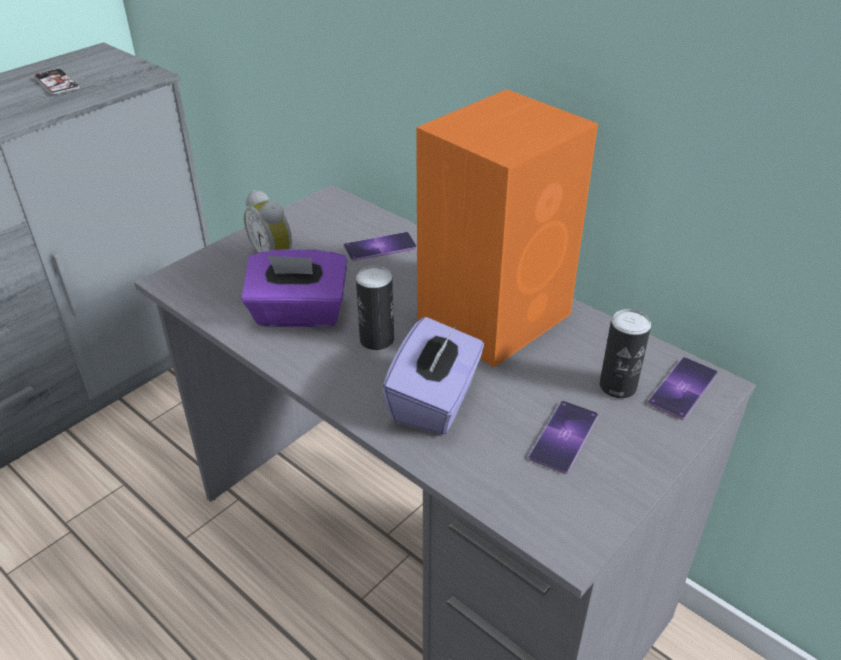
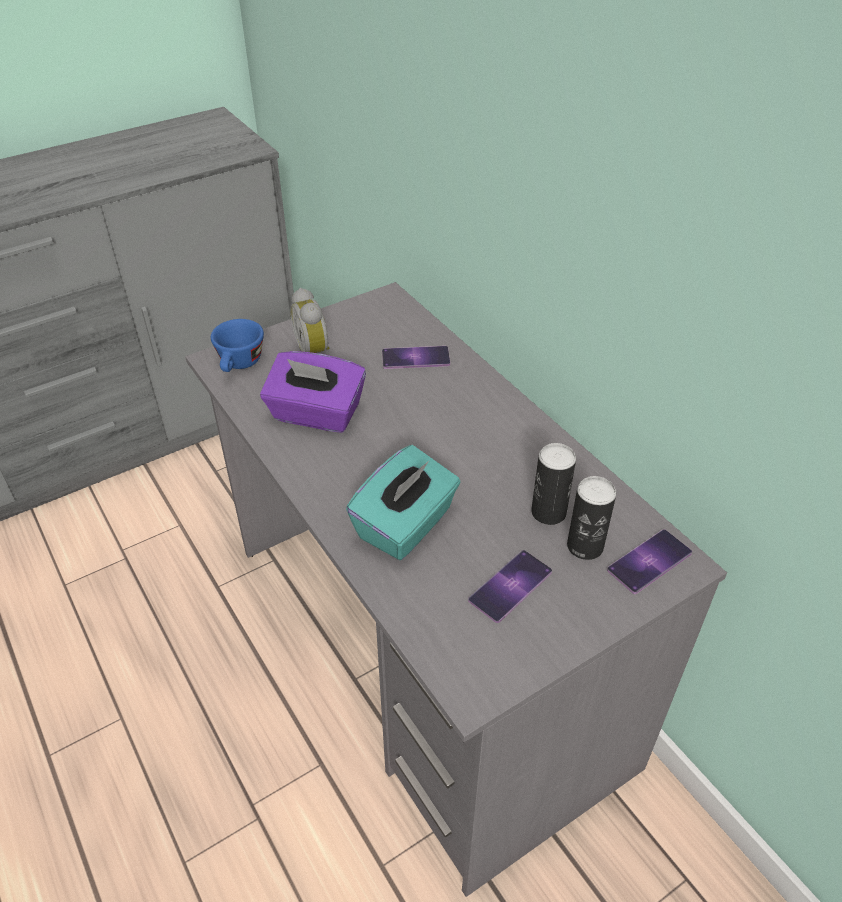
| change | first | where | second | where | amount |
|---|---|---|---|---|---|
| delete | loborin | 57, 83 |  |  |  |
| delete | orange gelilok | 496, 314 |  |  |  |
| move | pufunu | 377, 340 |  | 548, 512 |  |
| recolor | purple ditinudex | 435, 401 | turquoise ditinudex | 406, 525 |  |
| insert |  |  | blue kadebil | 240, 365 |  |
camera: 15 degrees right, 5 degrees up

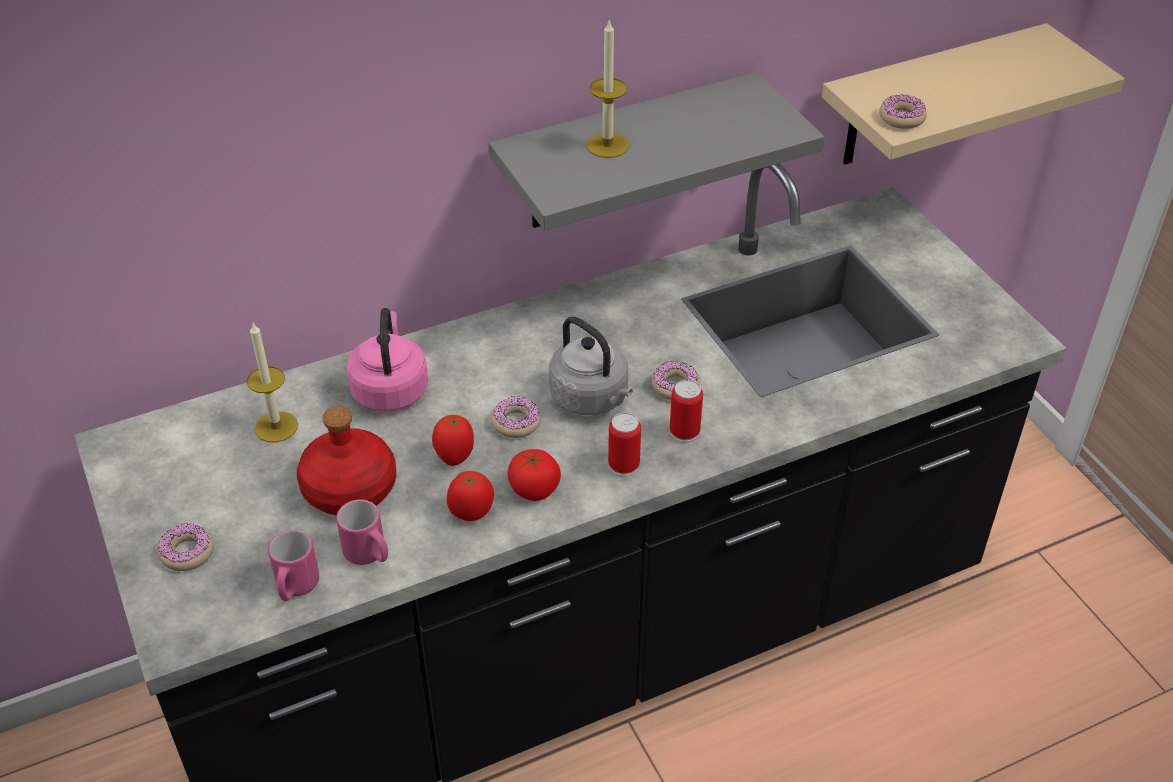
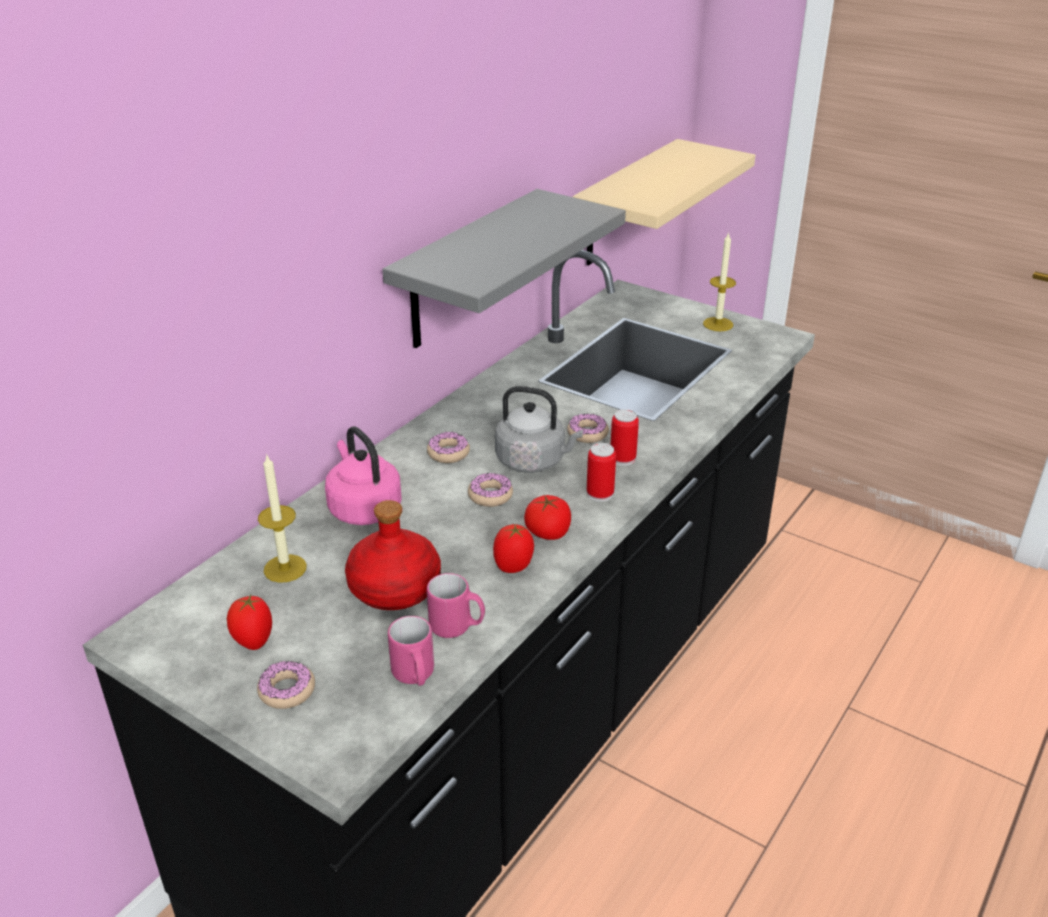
| change | first | where | second | where | amount |
|---|---|---|---|---|---|
| move | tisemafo | 607, 145 |  | 718, 324 |  |
| move | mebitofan | 901, 118 |  | 448, 453 |  |
| move | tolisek | 455, 456 |  | 253, 641 |  |
camera: 30 degrees left, 10 degrees down

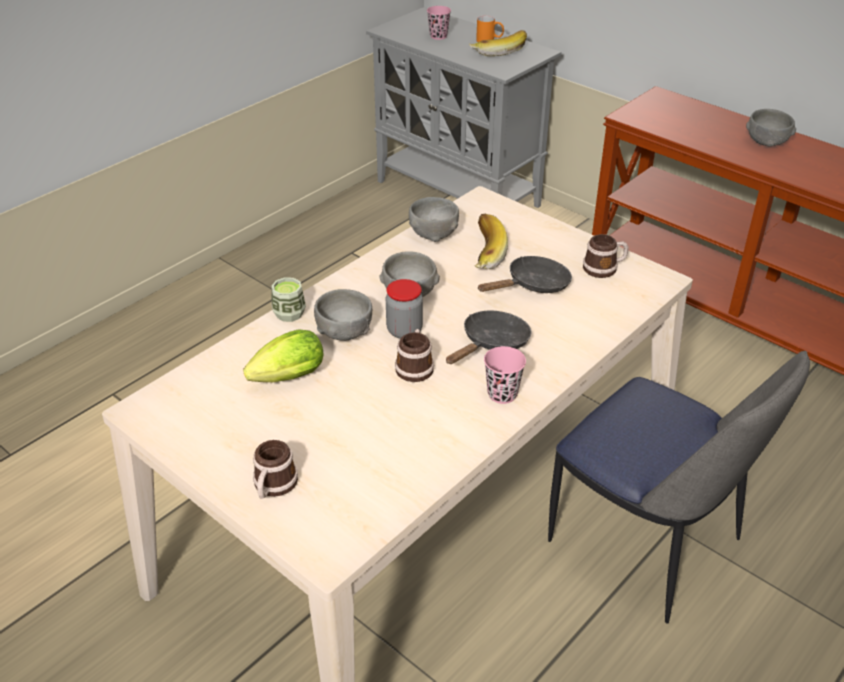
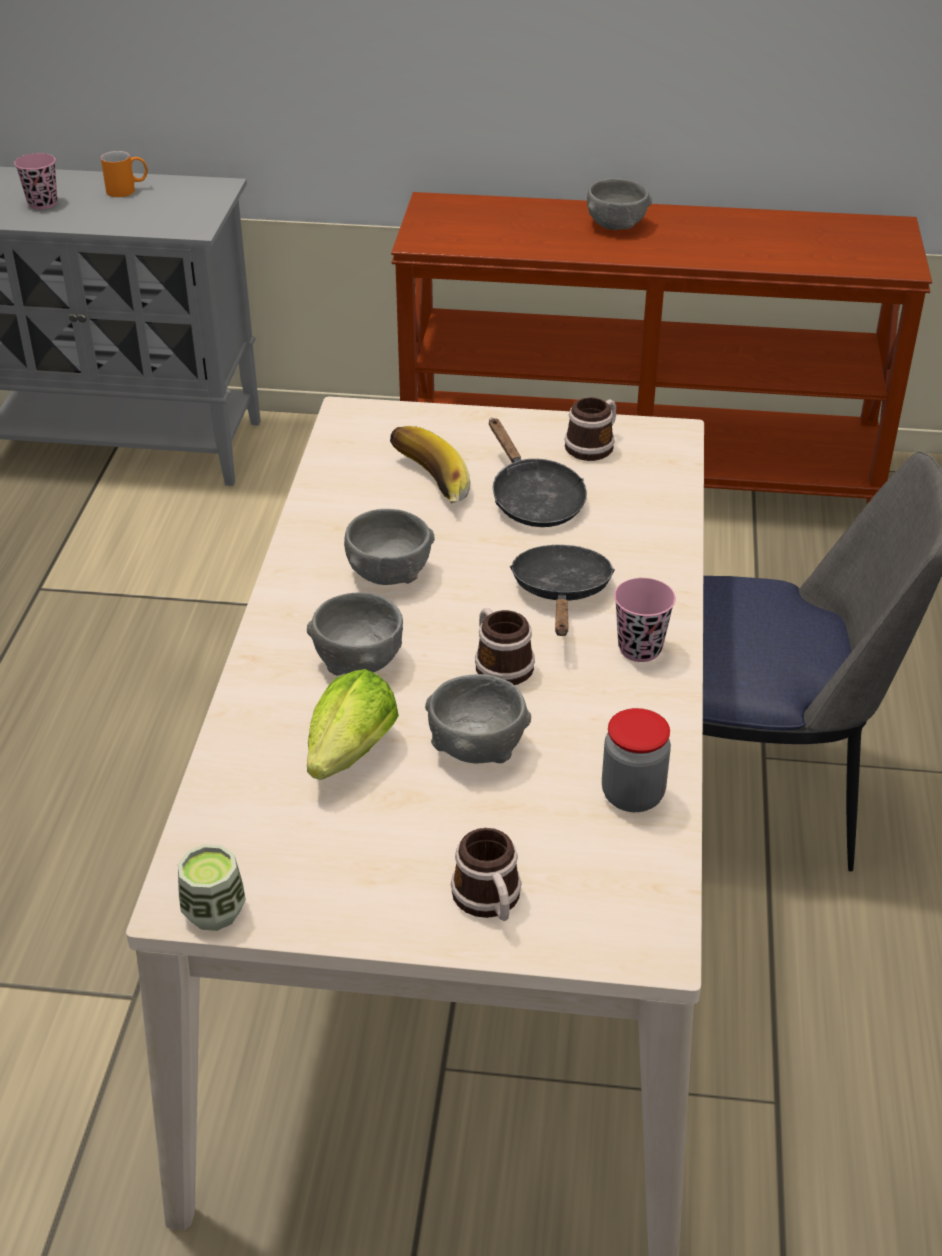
| change | first | where | second | where | amount |
|---|---|---|---|---|---|
| delete | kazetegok | 498, 50 |  |  |  |
| move | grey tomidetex | 433, 234 |  | 477, 747 |  |
| rotate | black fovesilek | 533, 285 |  | 533, 500 | 135 degrees clockwise |
| move | kadebil | 289, 313 |  | 214, 911 |  |
| move | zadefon | 404, 330 |  | 632, 795 |  |
camera: 35 degrees left, 0 degrees up

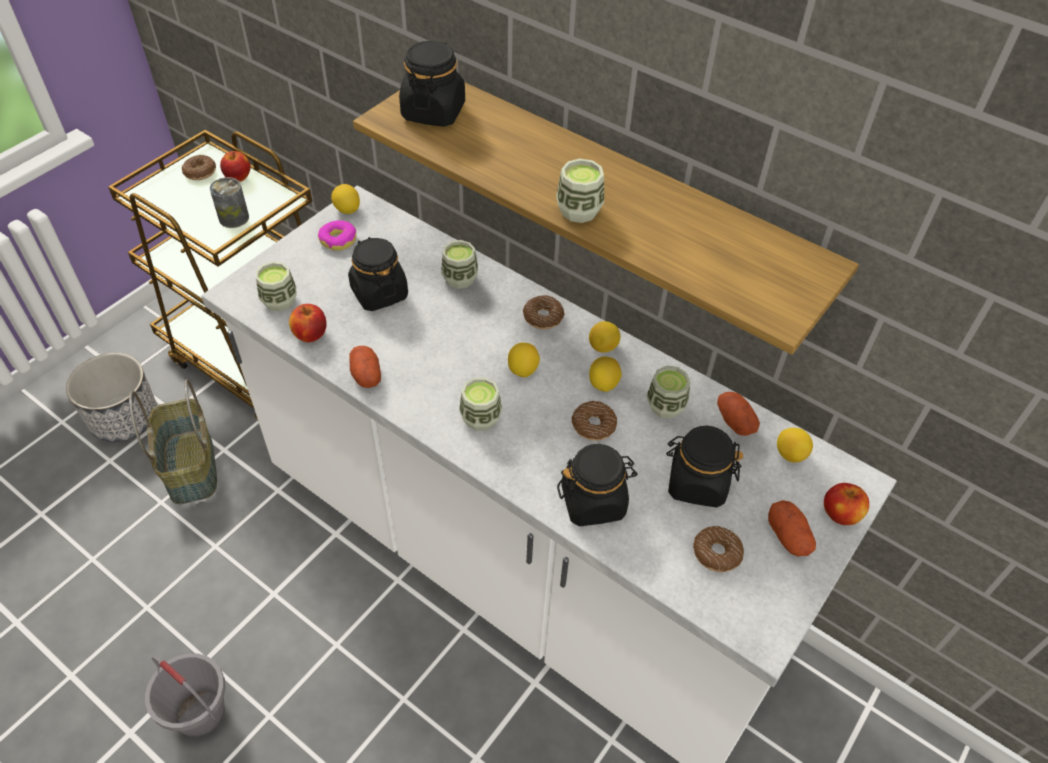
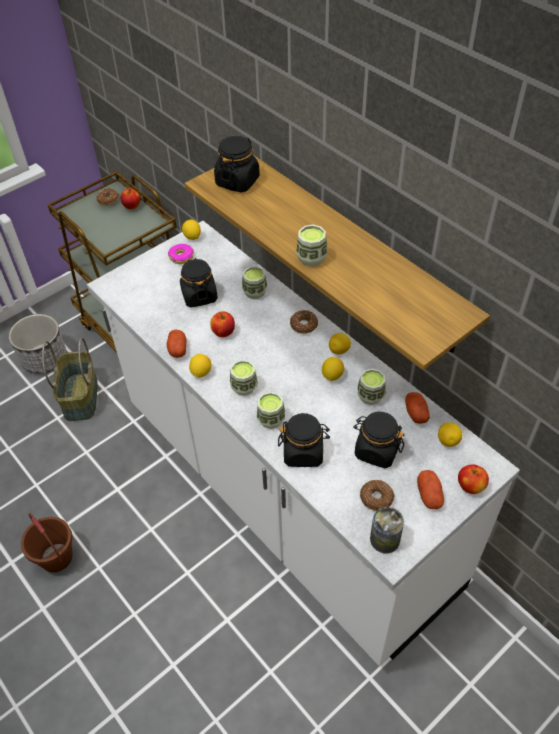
| change | first | where | second | where | amount |
|---|---|---|---|---|---|
| move | pufunu | 234, 218 |  | 385, 539 |  |
| move | kadebil | 279, 301 |  | 271, 419 |  |
| move | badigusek | 310, 335 |  | 223, 332 |  |
| move | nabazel | 523, 370 |  | 201, 372 |  |
| delete | mebitofan | 593, 425 |  |  |  |
| recolor | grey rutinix | 201, 712 | brown rutinix | 57, 557 |  |
camera: 15 degrees right, 0 degrees up

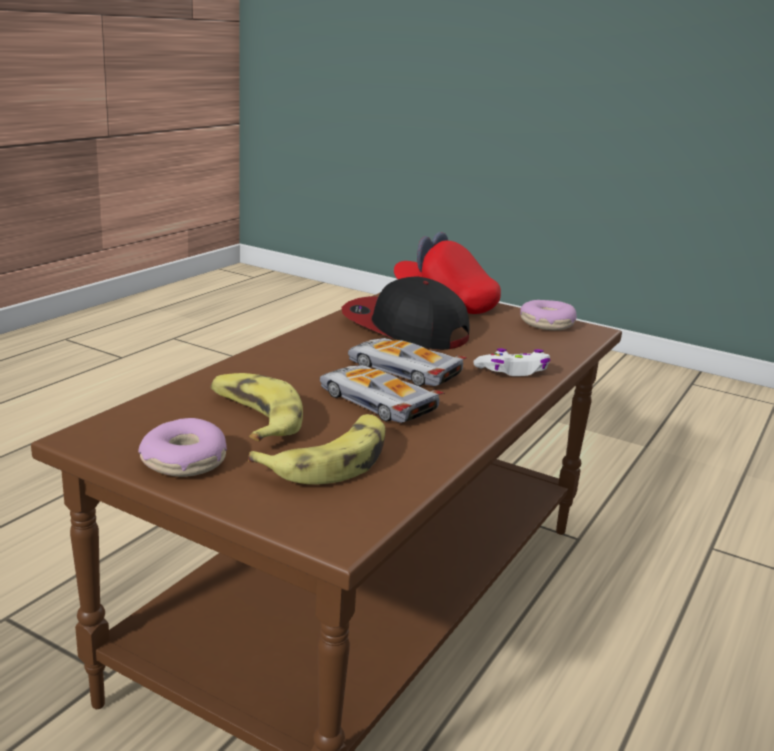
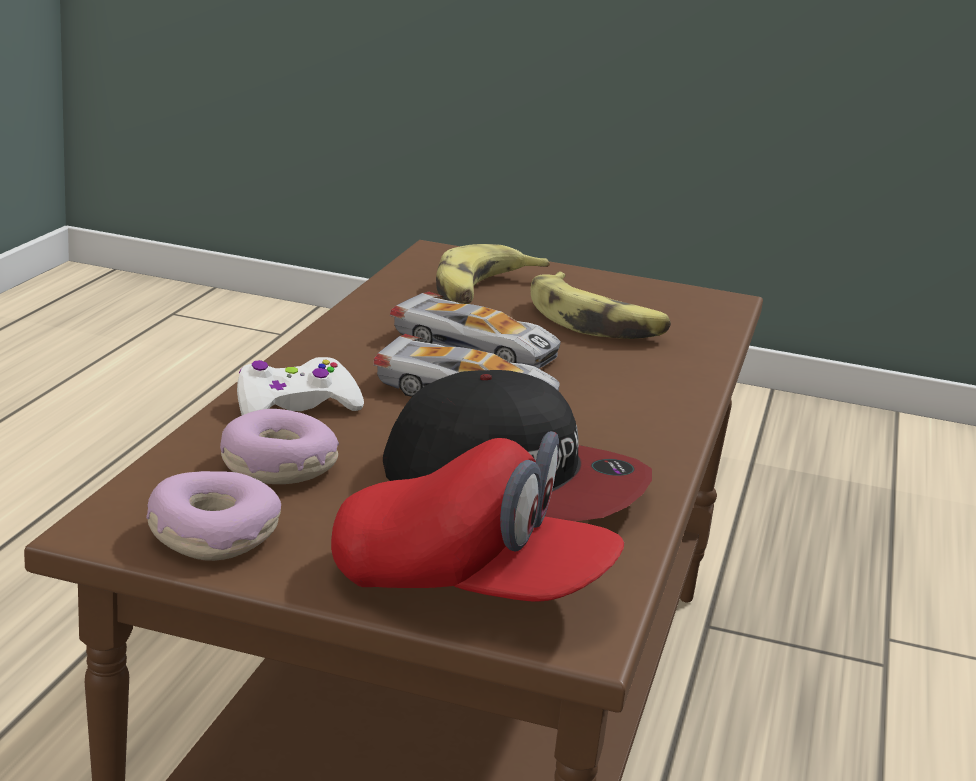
| change | first | where | second | where | amount |
|---|---|---|---|---|---|
| move | mebitofan | 185, 462 |  | 277, 466 |  |
camera: 165 degrees right, 0 degrees up

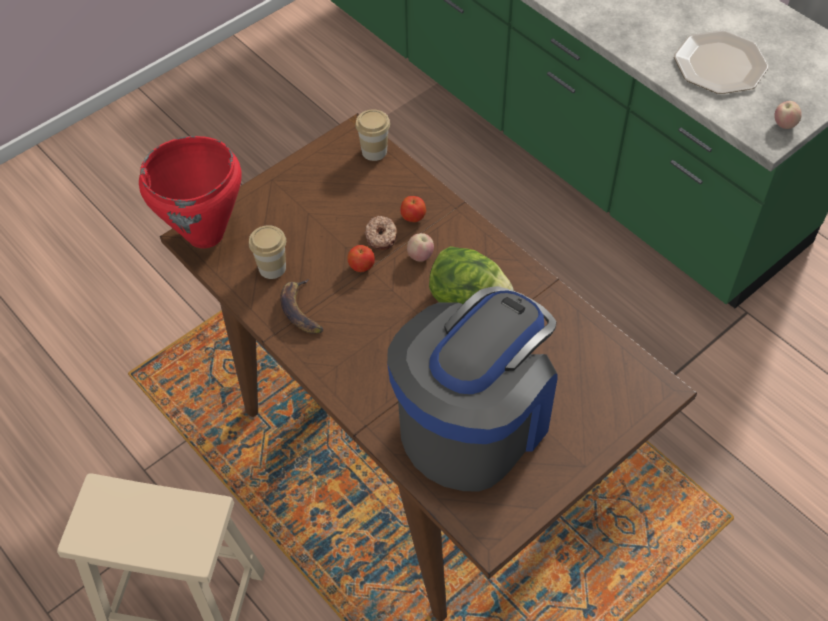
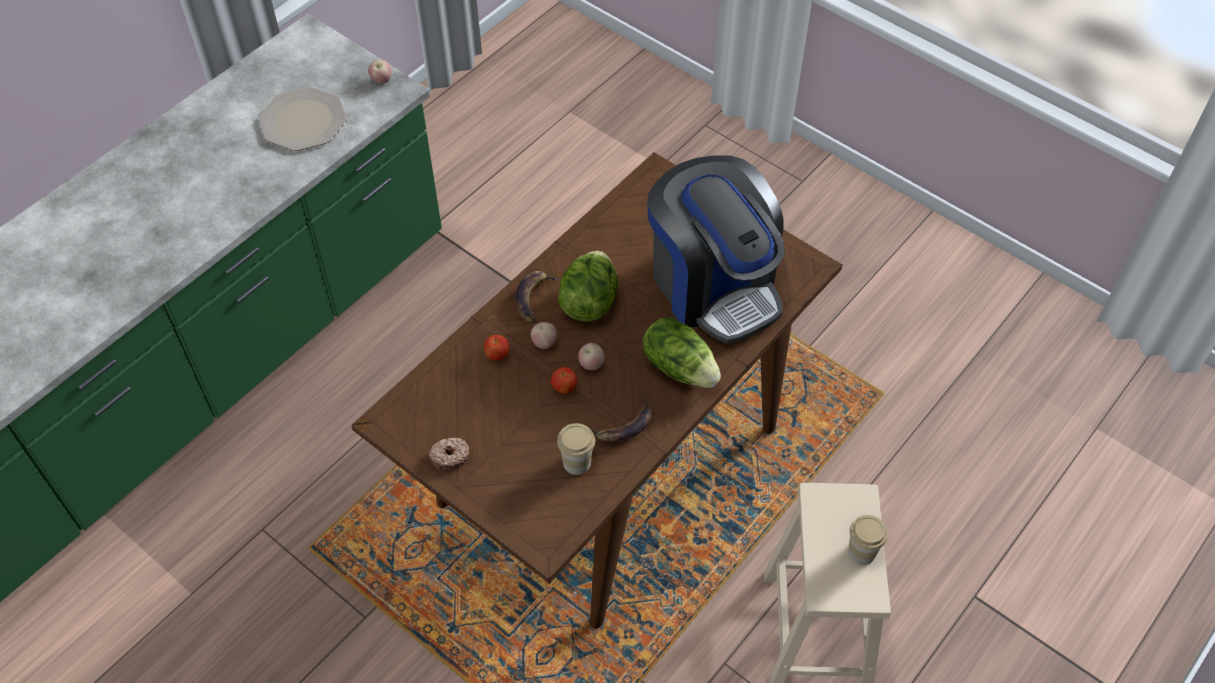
| change | first | where | second | where | amount |
|---|---|---|---|---|---|
| move | kadebil | 374, 151 |  | 861, 552 |  |
| delete | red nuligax | 206, 234 |  |  |  |
| move | mebitofan | 381, 237 |  | 449, 456 |  |
| rotate | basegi | 474, 421 |  | 713, 285 | 150 degrees counterclockwise |
| insert |  |  | kazetegok | 533, 298 |  |
| insert |  |  | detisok | 680, 367 |  |
| insert |  |  | badigusek | 591, 364 |  |
camera: 100 degrees left, 0 degrees up

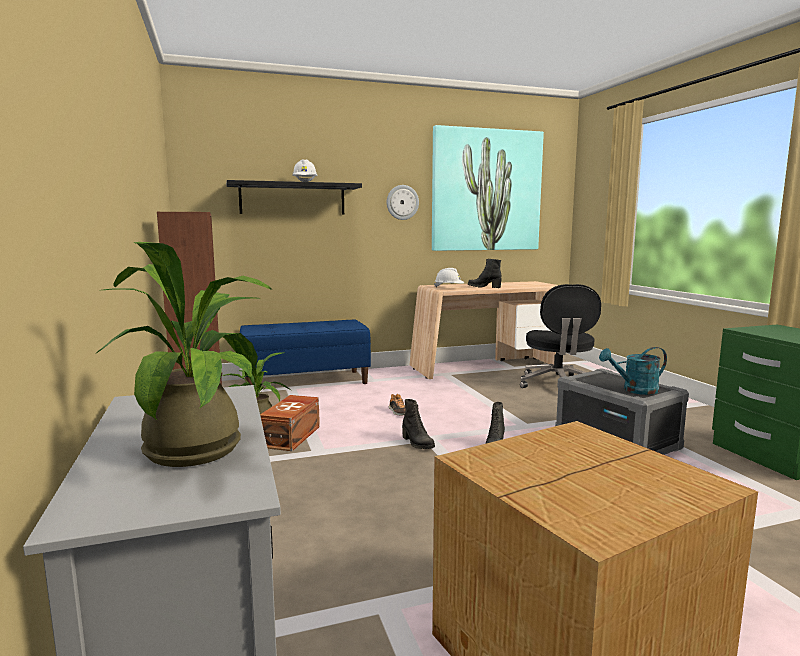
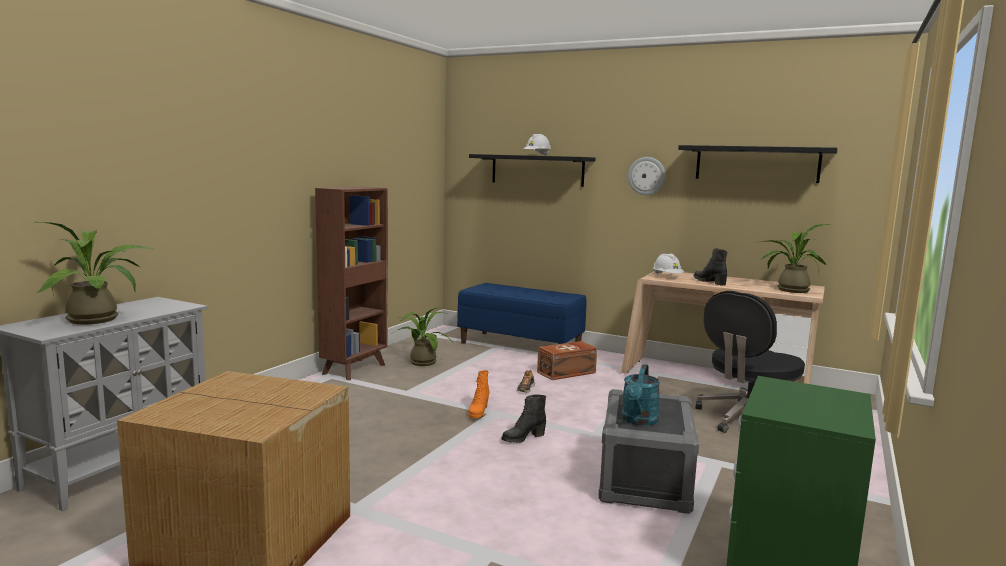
| change | first | where | second | where | amount |
|---|---|---|---|---|---|
| replace | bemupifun | 486, 190 | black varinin | 756, 164 |  |
| rotate | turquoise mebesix | 634, 390 |  | 638, 421 | 105 degrees counterclockwise |
| move | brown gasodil | 292, 436 |  | 567, 372 |  |
| recolor | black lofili | 417, 443 | orange lofili | 478, 412 |  |
| insert |  |  | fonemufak | 788, 290 |  |
camera: 45 degrees right, 0 degrees up

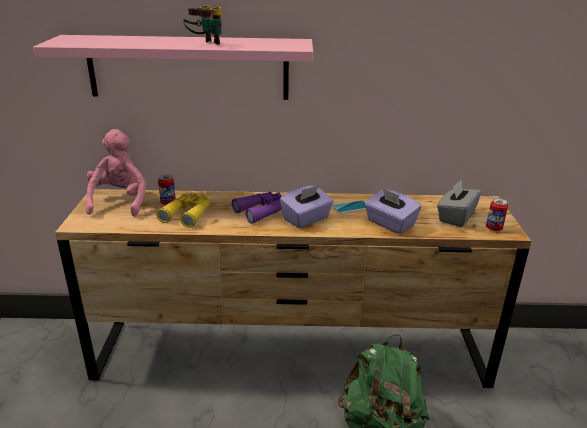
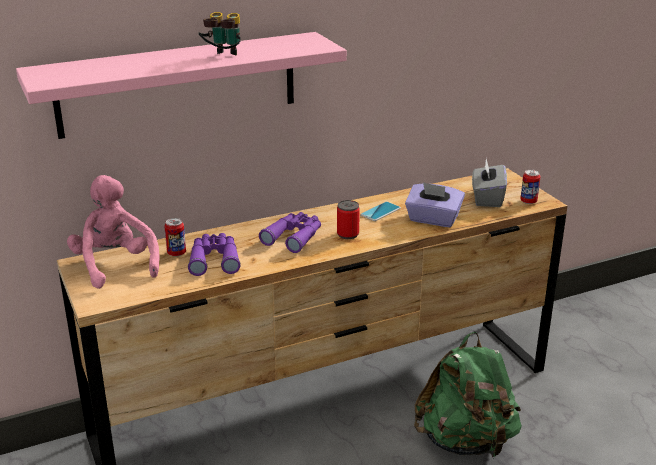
| change | first | where | second | where | amount |
|---|---|---|---|---|---|
| replace | purple ditinudex | 306, 219 | pufunu | 347, 234 |  |
| recolor | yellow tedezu | 188, 214 | purple tedezu | 214, 260 |  |
camera: 25 degrees left, 0 degrees up

